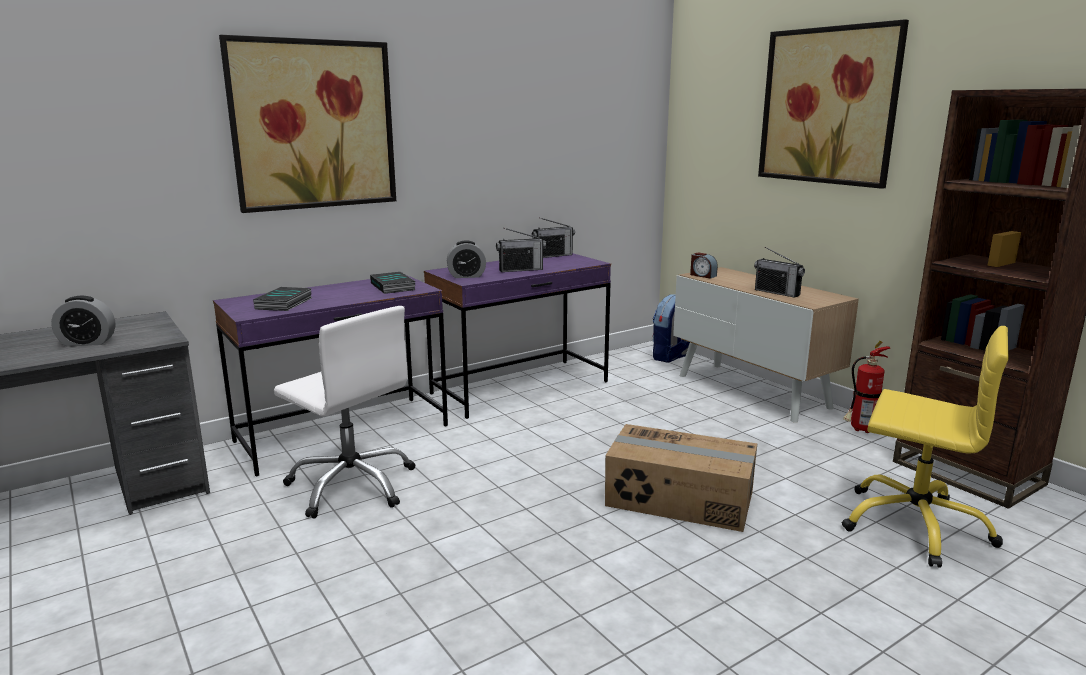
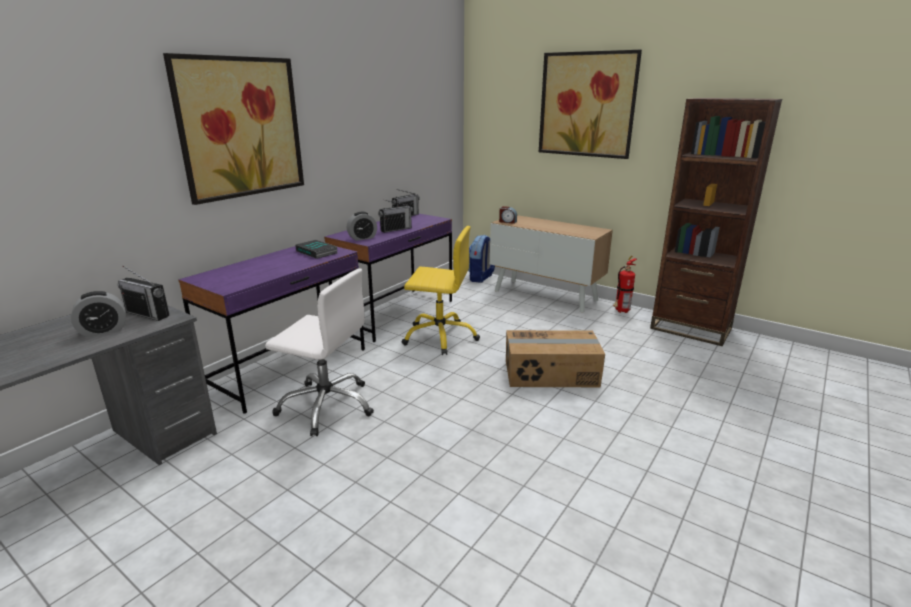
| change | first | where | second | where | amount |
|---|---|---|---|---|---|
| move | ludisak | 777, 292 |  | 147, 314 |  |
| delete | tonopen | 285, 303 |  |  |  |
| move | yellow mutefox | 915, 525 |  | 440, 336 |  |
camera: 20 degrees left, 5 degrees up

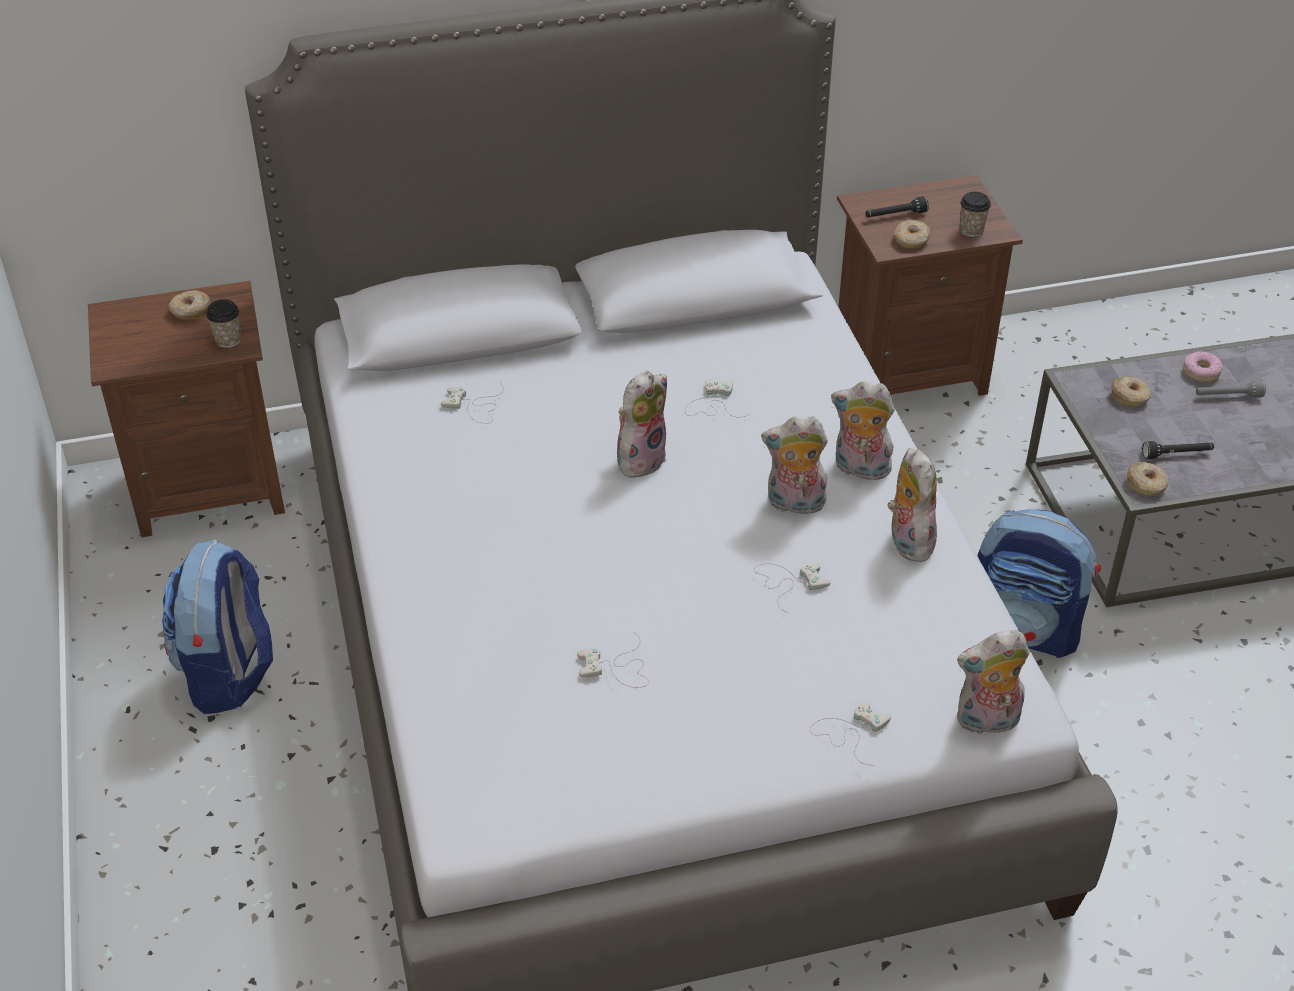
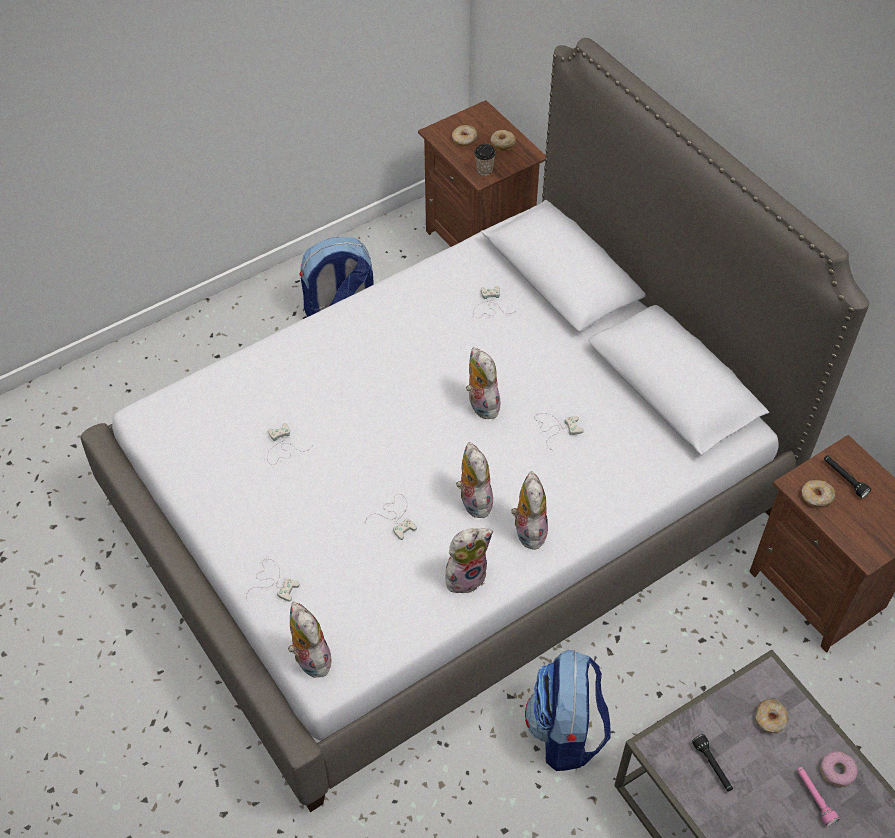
| change | first | where | second | where | amount |
|---|---|---|---|---|---|
| delete | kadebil | 971, 230 |  |  |  |
| rotate | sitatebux | 640, 458 |  | 480, 404 | 135 degrees counterclockwise |
| recolor | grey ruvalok | 1227, 396 | pink ruvalok | 814, 798 |  |
| move | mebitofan | 1146, 484 |  | 464, 139 |  |
camera: 70 degrees right, 10 degrees up

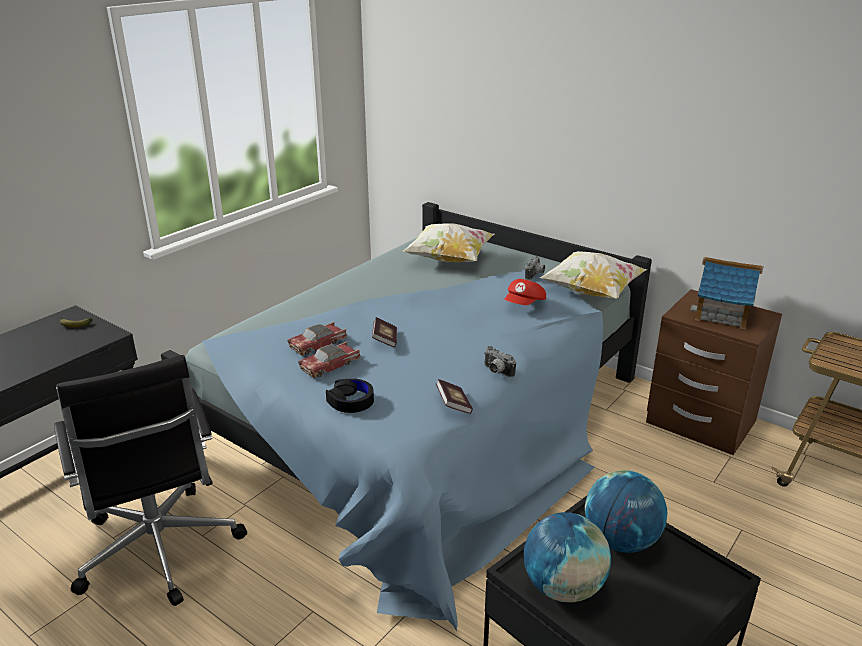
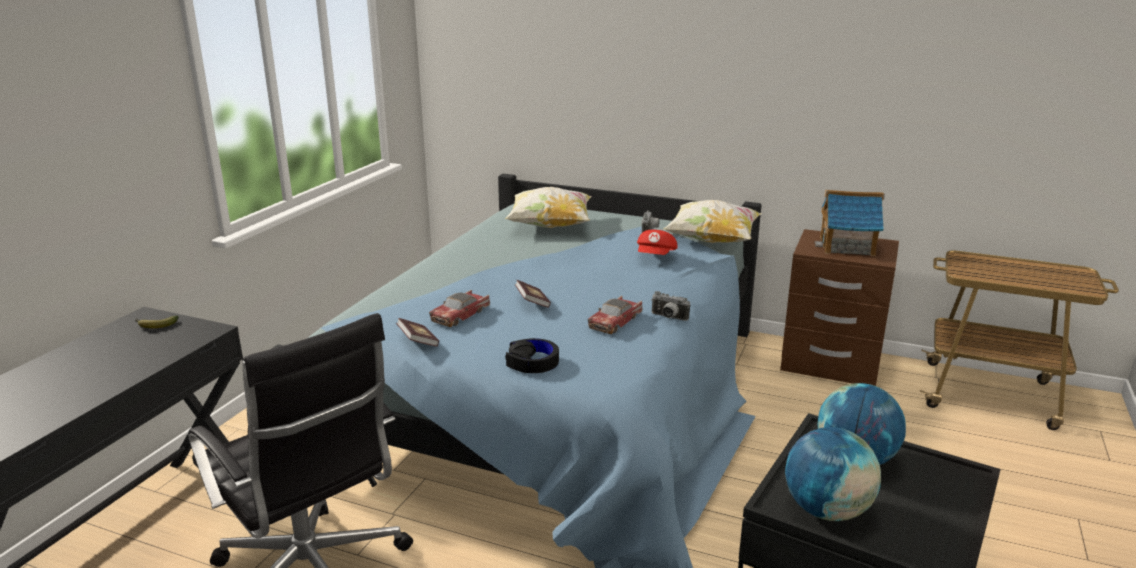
| change | first | where | second | where | amount |
|---|---|---|---|---|---|
| move | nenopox | 330, 365 |  | 615, 322 |  |
| move | tonopen | 453, 405 |  | 418, 342 |  |
camera: 15 degrees left, 5 degrees down

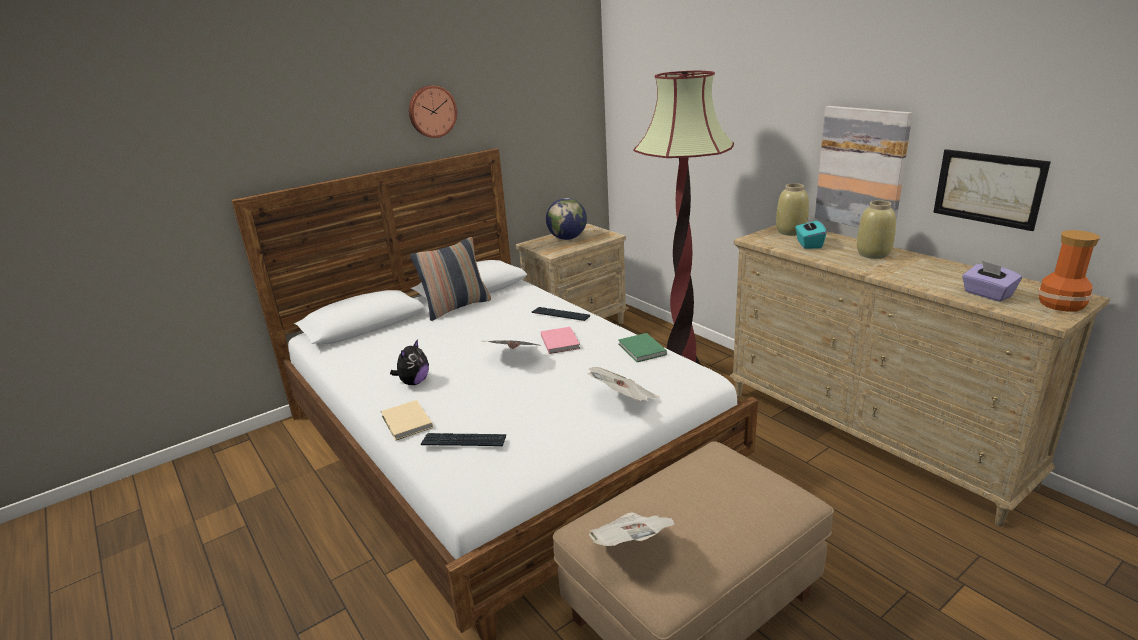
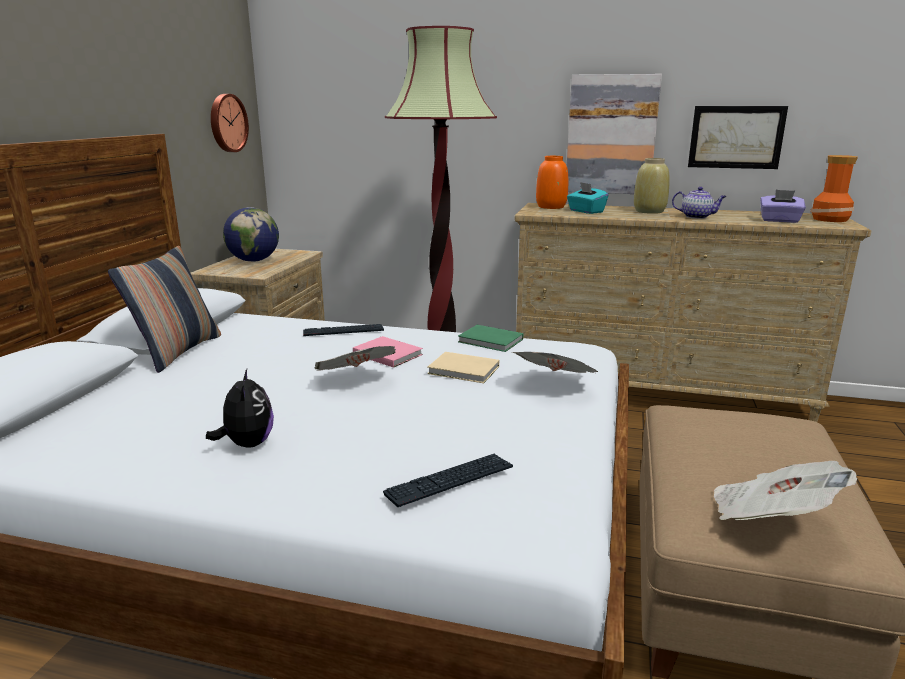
| change | first | where | second | where | amount |
|---|---|---|---|---|---|
| move | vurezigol | 432, 111 |  | 227, 123 |  |
| recolor | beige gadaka | 790, 232 | orange gadaka | 551, 207 |  |
| move | beige tonopen | 406, 423 |  | 465, 371 |  |
| insert |  |  | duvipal | 697, 217 |  |
camera: 40 degrees left, 5 degrees down

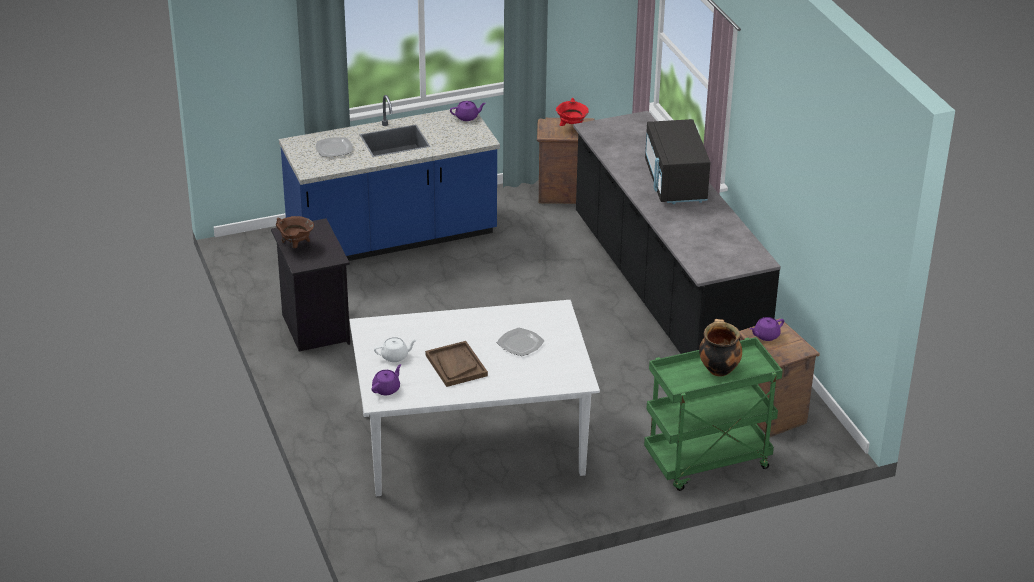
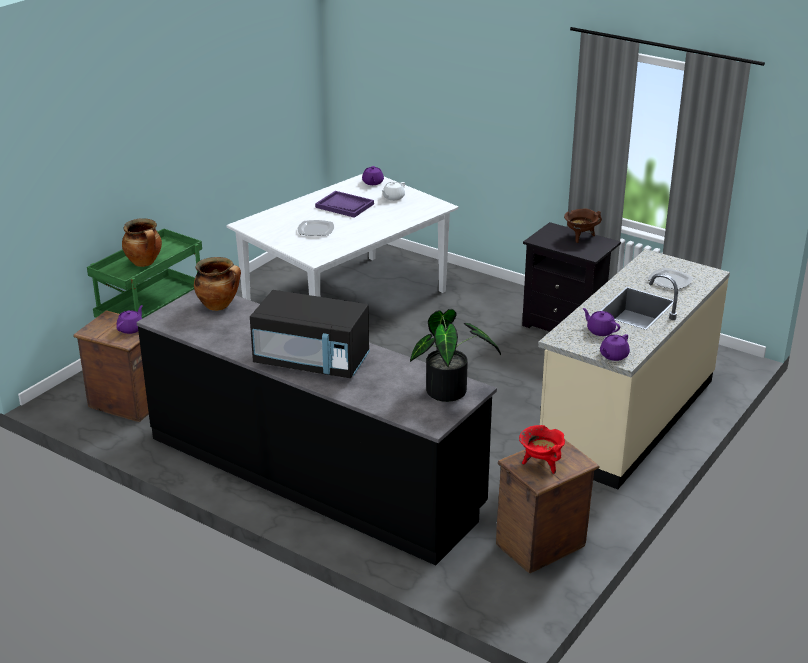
| change | first | where | second | where | amount |
|---|---|---|---|---|---|
| recolor | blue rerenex | 392, 238 | beige rerenex | 626, 417 |  |
| rotate | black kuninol | 675, 183 |  | 312, 362 | 150 degrees clockwise |
| recolor | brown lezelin | 456, 365 | purple lezelin | 345, 206 |  |
| insert |  |  | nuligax | 219, 305 |  |
| insert |  |  | purple duvipal | 600, 331 |  |
| insert |  |  | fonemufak | 451, 392 |  |
camera: 145 degrees right, 5 degrees down

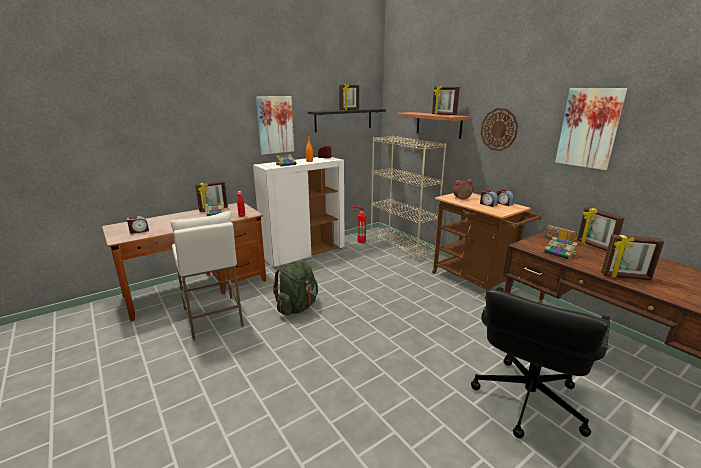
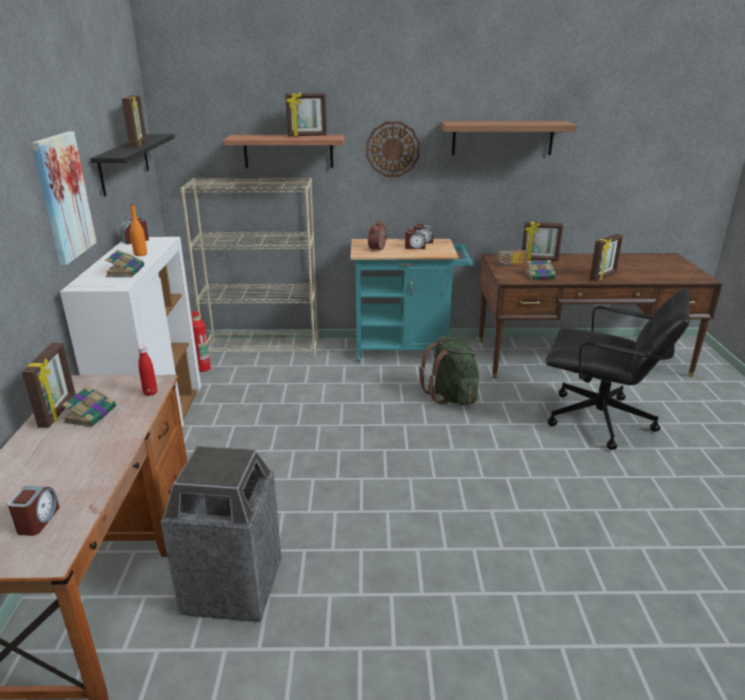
| change | first | where | second | where | amount |
|---|---|---|---|---|---|
| replace | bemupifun | 589, 128 | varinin | 502, 138 |  |
| recolor | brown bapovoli | 475, 282 | turquoise bapovoli | 407, 350 |  |
| replace | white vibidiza | 213, 317 | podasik | 233, 588 |  |
| move | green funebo | 297, 307 |  | 451, 396 |  |
| rotate | black mutefox | 526, 400 |  | 600, 420 | 45 degrees counterclockwise |
camera: 55 degrees left, 5 degrees up

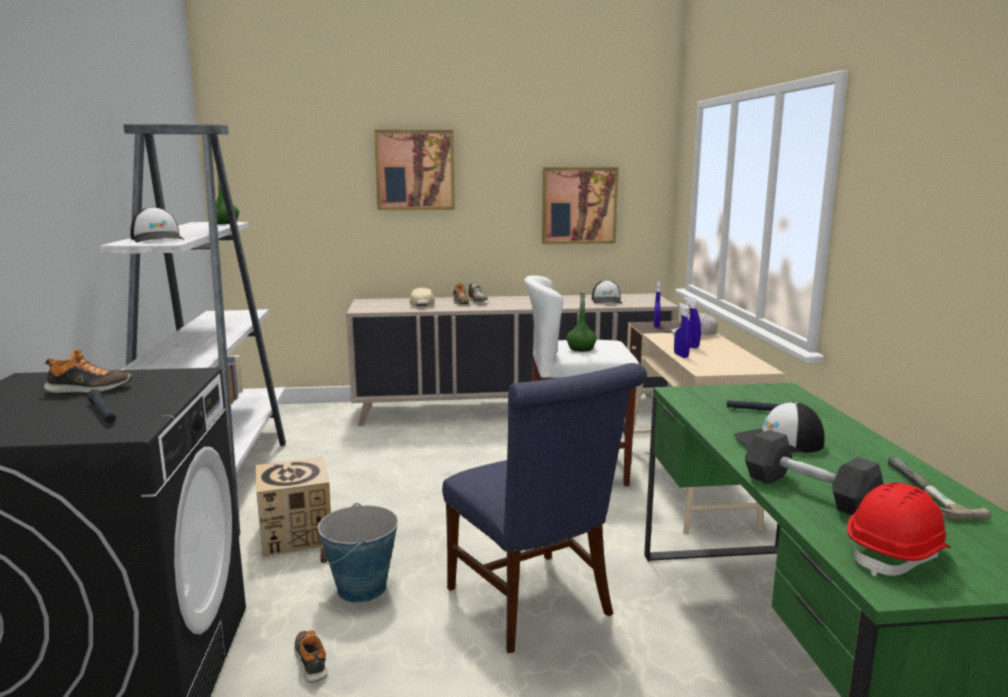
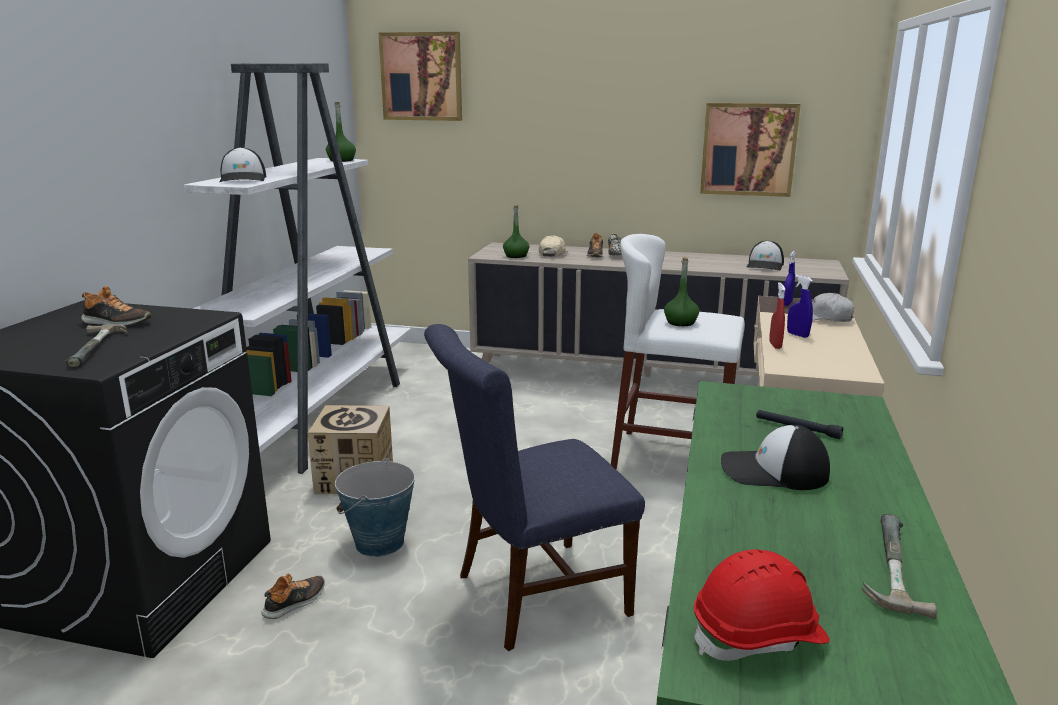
| change | first | where | second | where | amount |
|---|---|---|---|---|---|
| move | bemupifun | 415, 170 |  | 421, 76 |  |
| recolor | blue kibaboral | 681, 356 | red kibaboral | 775, 345 |  |
| rotate | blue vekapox | 535, 605 |  | 531, 596 | 75 degrees clockwise |
| replace | black ruvalok | 102, 412 | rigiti | 100, 347 |  |
| delete | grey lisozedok | 808, 492 |  |  |  |
| rotate | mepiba | 311, 661 |  | 295, 602 | 45 degrees clockwise |
| insert |  |  | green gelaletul | 516, 256 |  |
camera: 20 degrees right, 5 degrees up

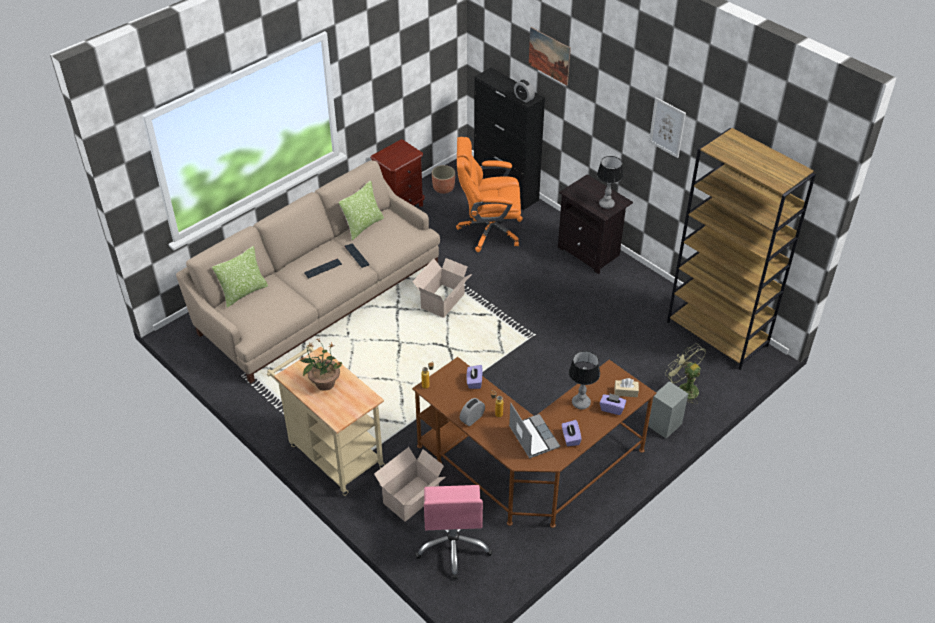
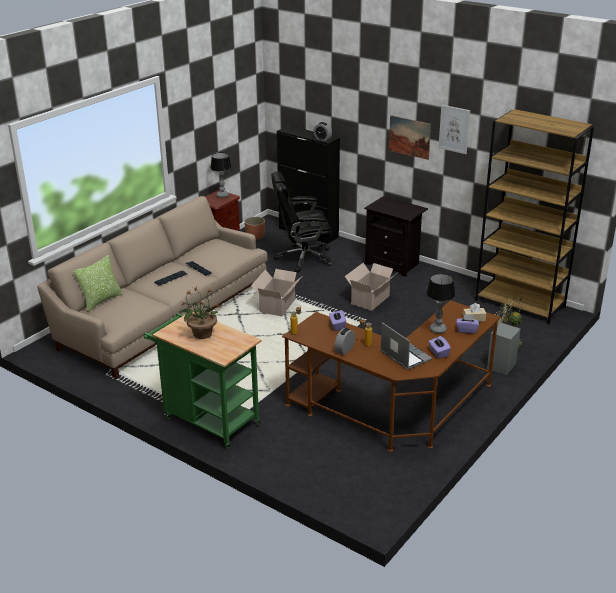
| change | first | where | second | where | amount |
|---|---|---|---|---|---|
| move | bemupifun | 549, 56 |  | 409, 137 |  |
| recolor | orange mutefox | 489, 231 | black mutefox | 302, 258 |  |
| move | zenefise | 607, 204 |  | 222, 195 |  |
| delete | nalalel | 363, 226 |  |  |  |
| recolor | beige bapovoli | 332, 453 | green bapovoli | 207, 419 |  |
| move | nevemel | 412, 498 |  | 371, 299 |  |
| delete | pink mutefox | 453, 545 |  |  |  |
camera: 10 degrees left, 15 degrees down

